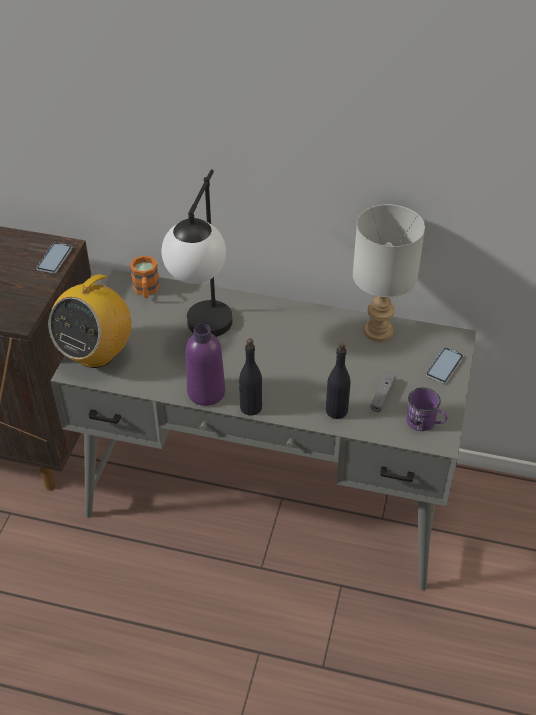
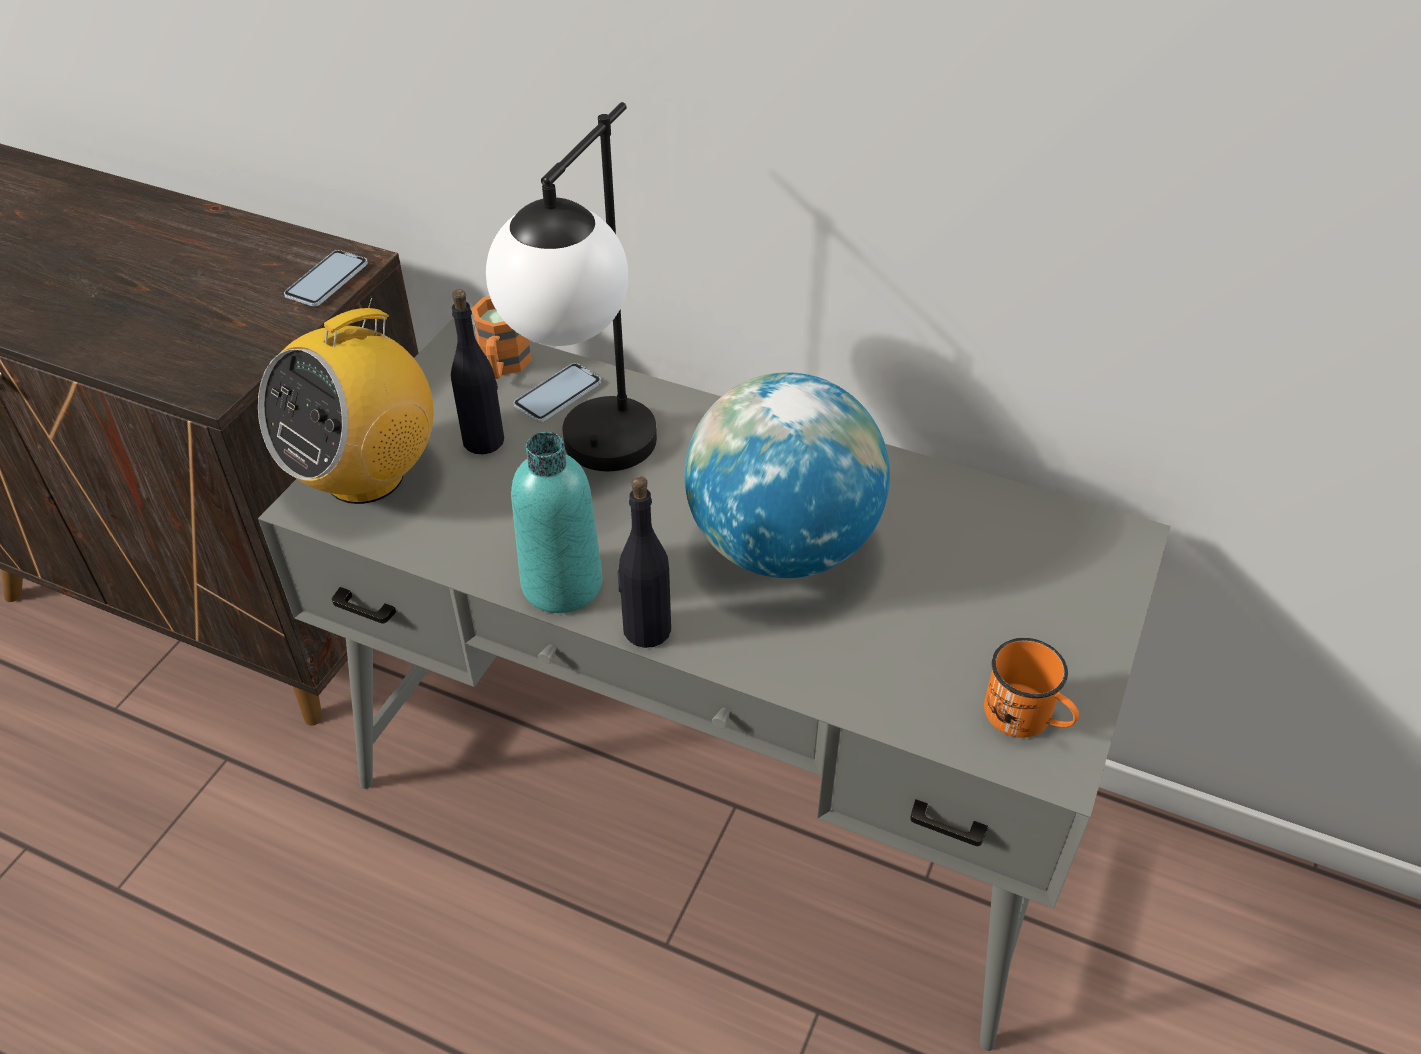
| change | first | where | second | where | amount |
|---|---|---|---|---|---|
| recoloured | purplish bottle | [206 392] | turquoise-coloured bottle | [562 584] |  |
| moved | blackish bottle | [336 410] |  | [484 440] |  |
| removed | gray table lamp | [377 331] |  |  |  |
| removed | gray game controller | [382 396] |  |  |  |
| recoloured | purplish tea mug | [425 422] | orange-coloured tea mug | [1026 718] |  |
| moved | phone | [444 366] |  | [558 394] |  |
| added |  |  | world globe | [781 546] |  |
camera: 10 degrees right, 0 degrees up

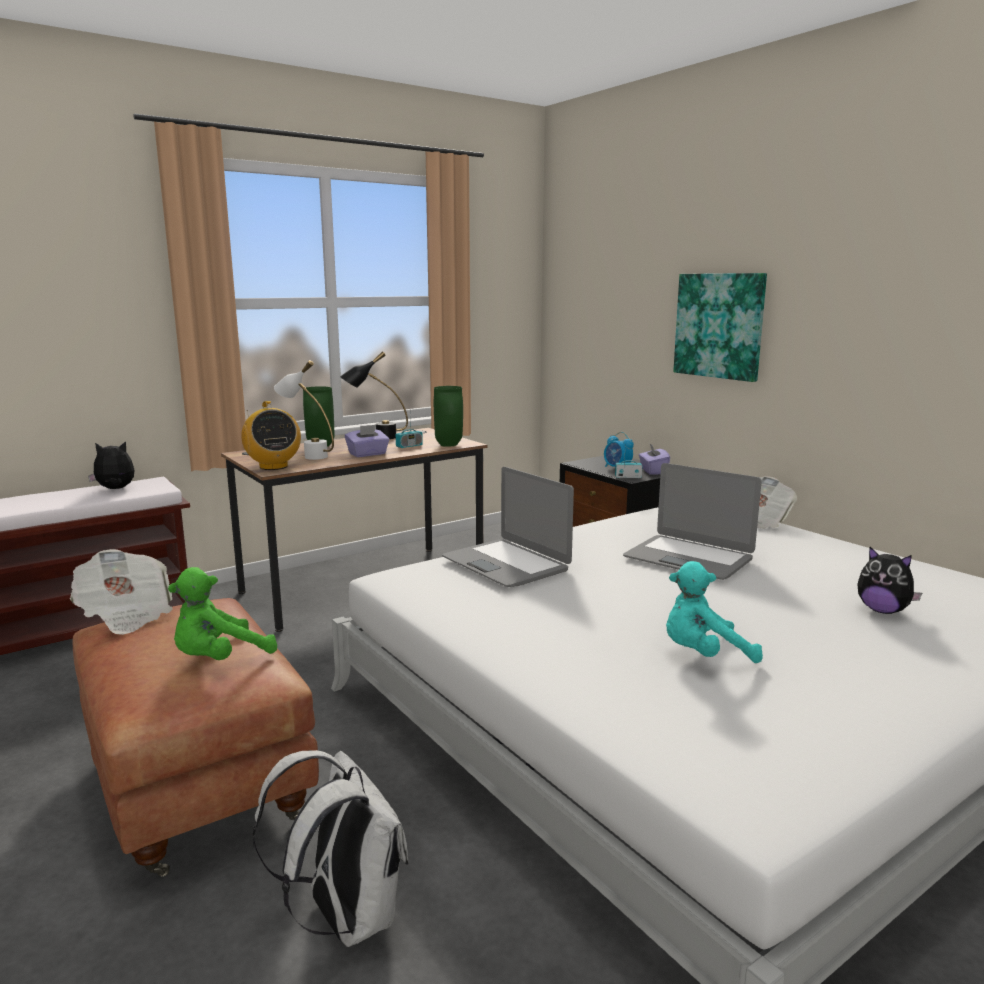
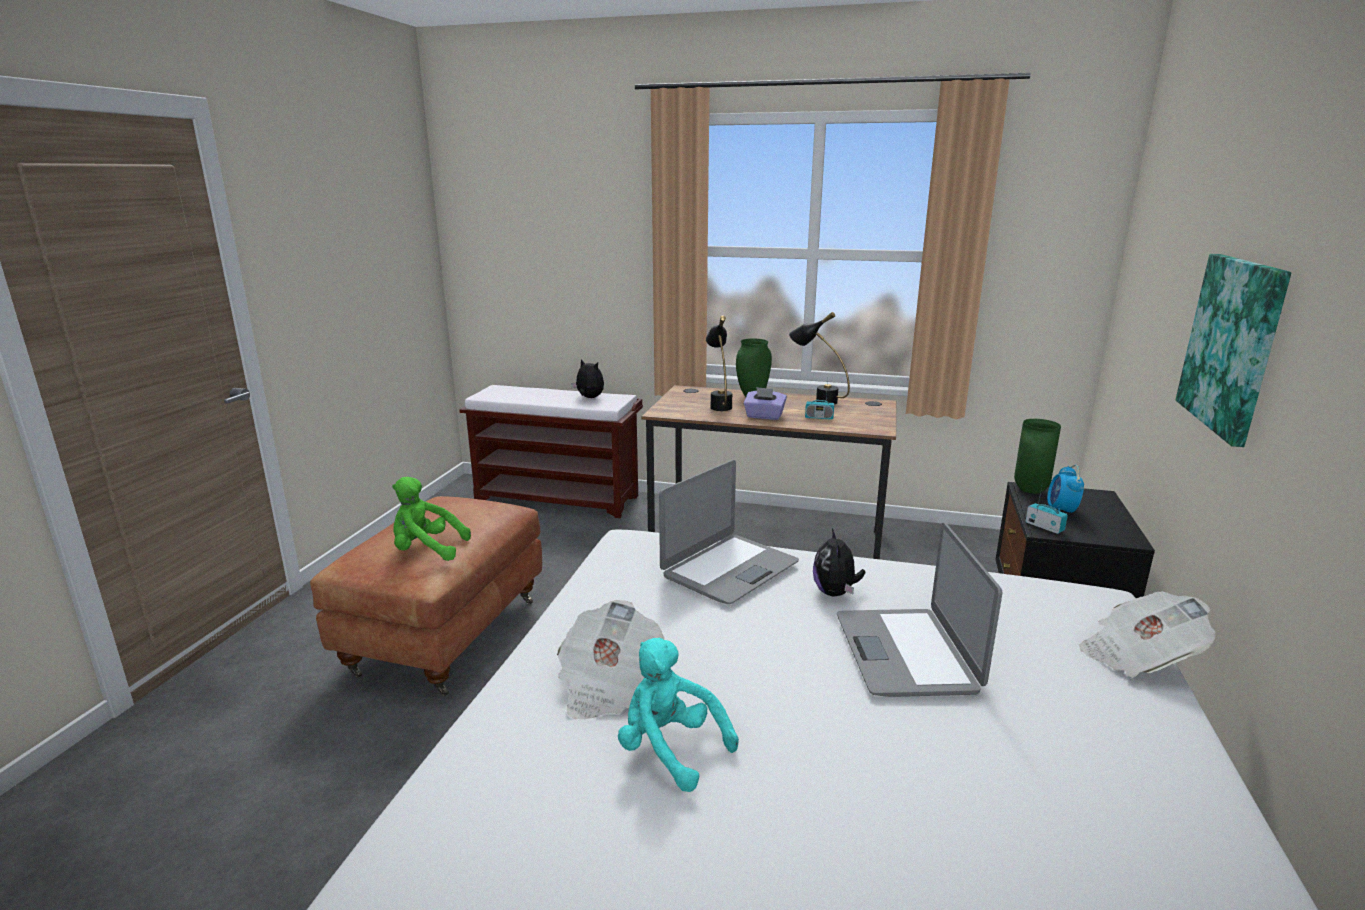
| change | first | where | second | where | amount |
|---|---|---|---|---|---|
| moved | printed paper | [126 614] |  | [608 685] |  |
| removed | radio receiver | [273 466] |  |  |  |
| removed | whitish knapsack | [345 916] |  |  |  |
| recoloured | whitish table lamp | [308 455] | blackish table lamp | [719 404] |  |
| moved | greenish decorative vase | [449 445] |  | [1031 490] |  |
| turned | laptop | [506 564] |  | [729 569] | 150 degrees counterclockwise |
| removed | purplish tissue holder | [653 471] |  |  |  |
| moved | soft toy | [883 610] |  | [835 593] |  |
camera: 50 degrees right, 5 degrees up

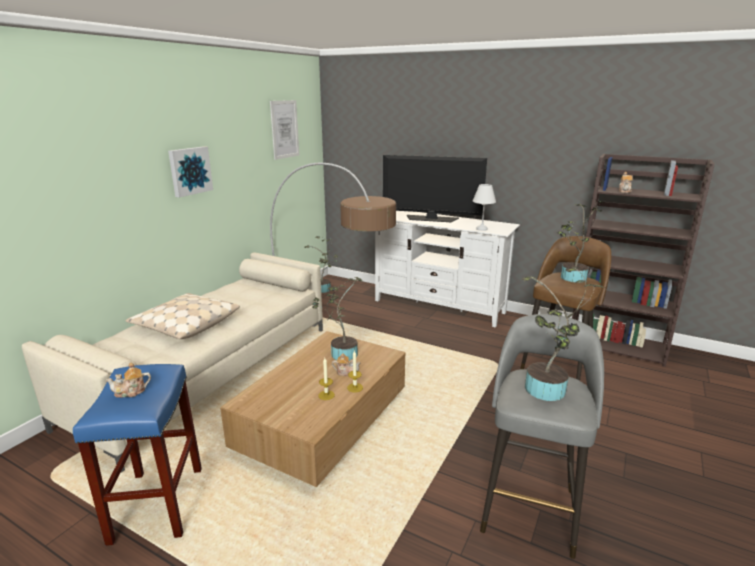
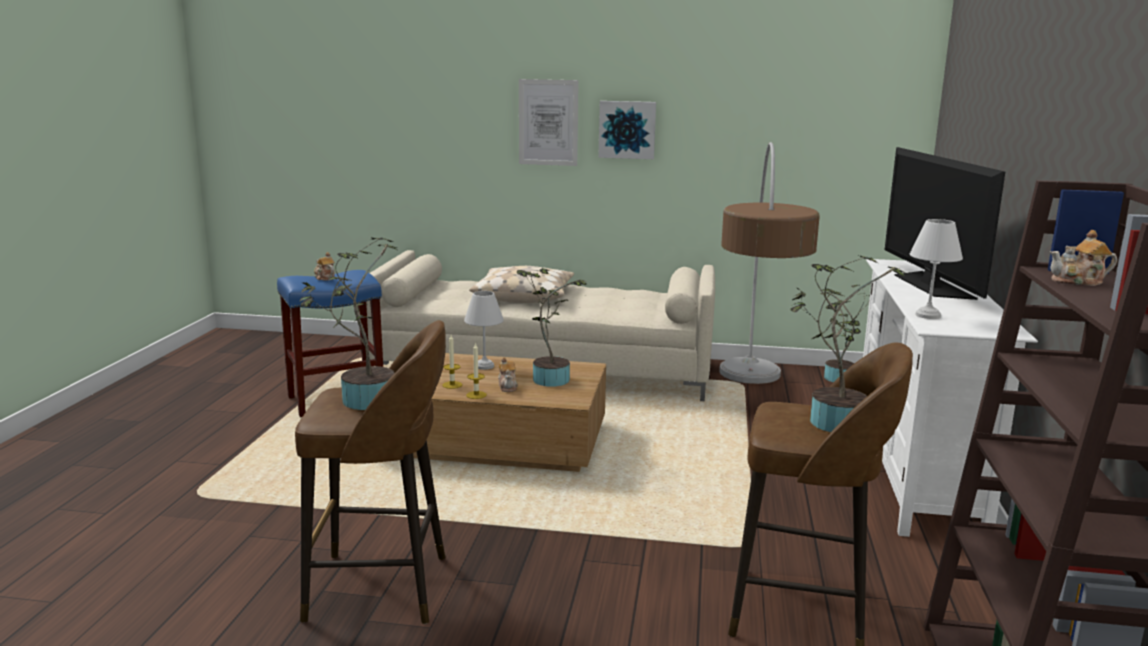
| change | first | where | second | where | amount |
|---|---|---|---|---|---|
| moved | picture | [284 129] |  | [548 122] |  |
| recoloured | gray sitting stool | [529 507] | brown-coloured sitting stool | [383 588] |  |
| added |  |  | whitish table lamp | [485 366] |  |
camera: 70 degrees right, 5 degrees down

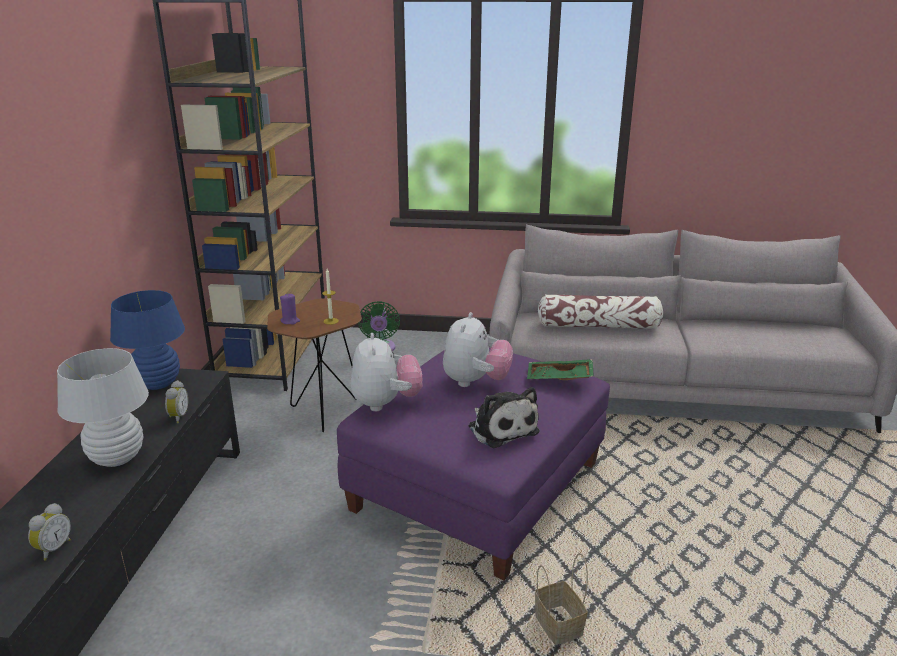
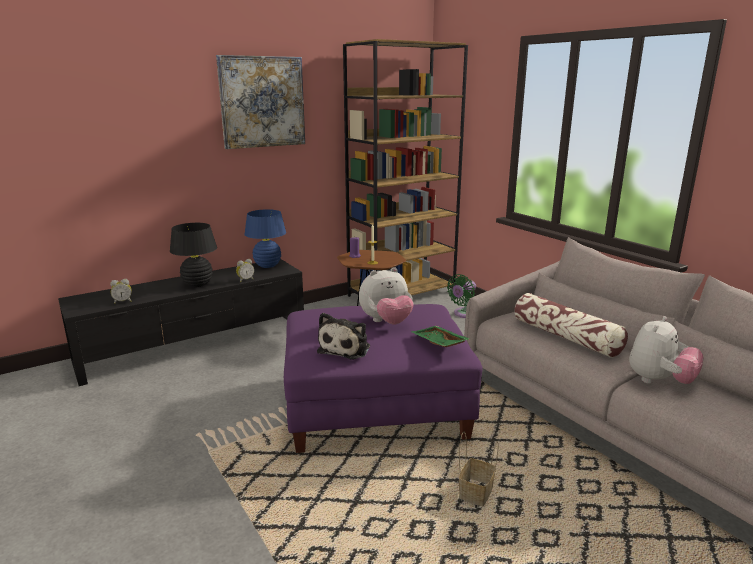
| change | first | where | second | where | amount |
|---|---|---|---|---|---|
| recoloured | whitish table lamp | [117 458] | blackish table lamp | [197 284] |  |
| moved | soft toy | [386 403] |  | [659 381] |  |
| moved | basket | [557 625] |  | [475 492] |  |
| added |  |  | picture | [262 102] |  |
camera: 50 degrees right, 5 degrees down

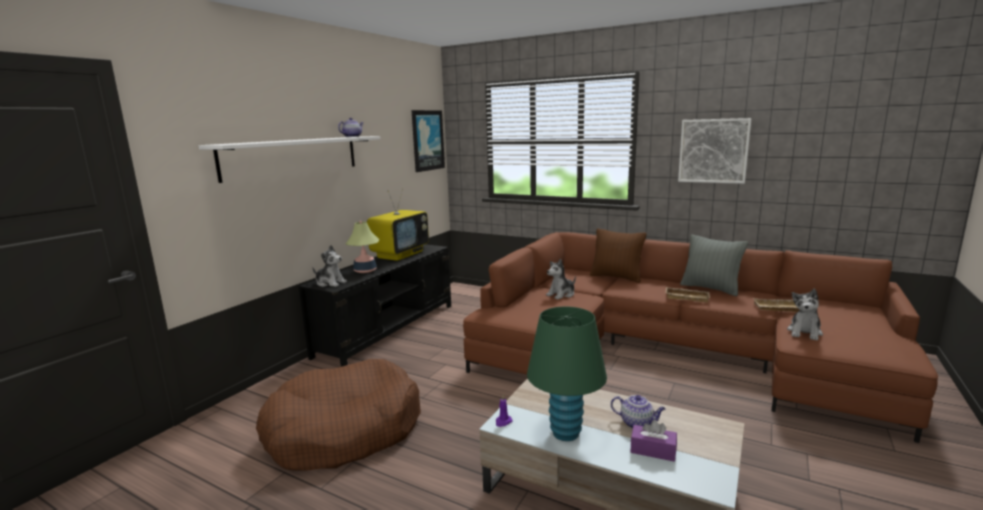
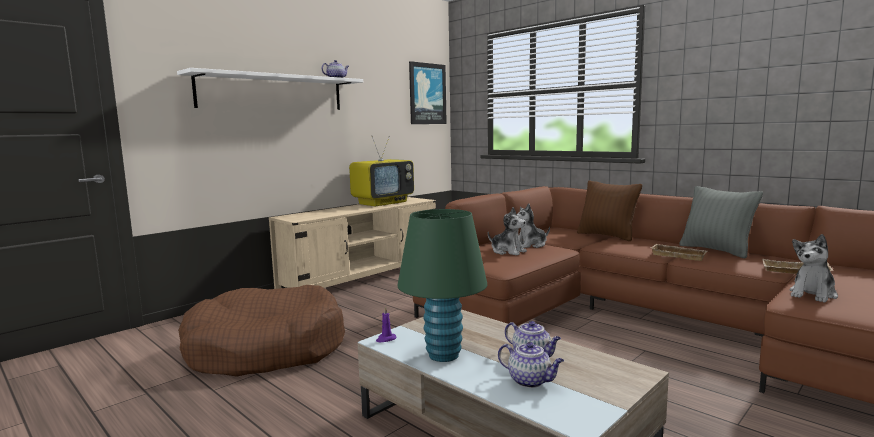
| change | first | where | second | where | amount |
|---|---|---|---|---|---|
| recoloured | blackish tv unit | [388 329] | beige tv unit | [363 277] |  |
| moved | soft toy | [330 283] |  | [507 251] |  |
| removed | table lamp | [365 270] |  |  |  |
| replaced | purplish tissue holder | [653 450] | teapot | [530 381] |  |
| removed | picture | [713 151] |  |  |  |
camera: 15 degrees right, 5 degrees down

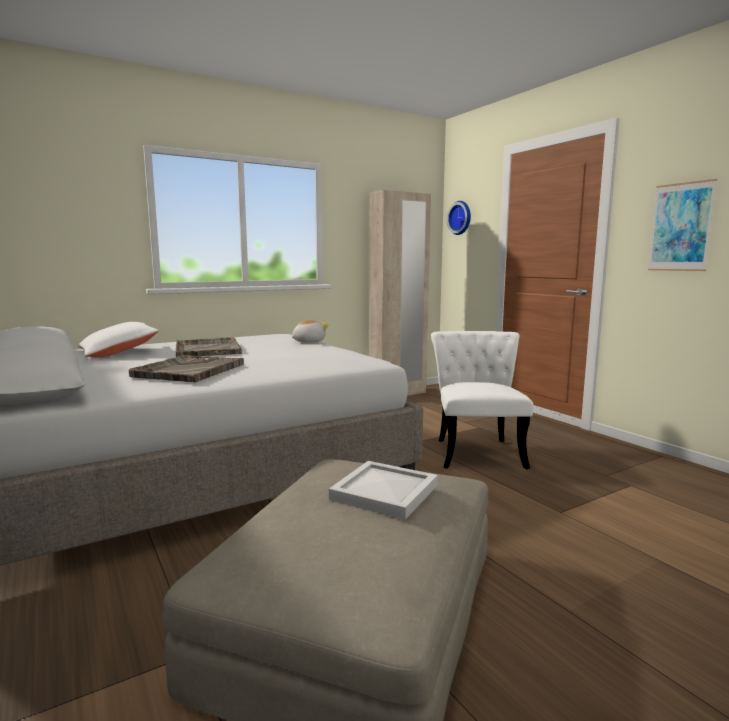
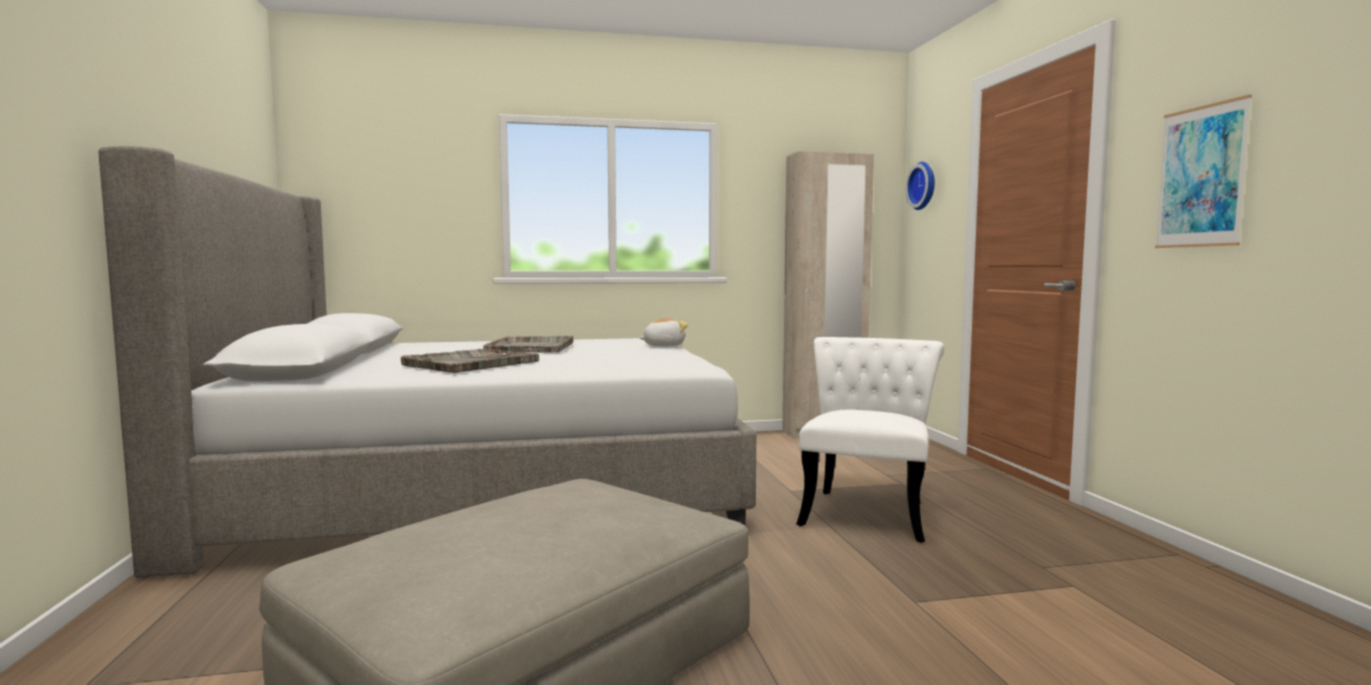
| change | first | where | second | where | amount |
|---|---|---|---|---|---|
| removed | whitish pillow | [118 352] |  |  |  |
| removed | whitish serving tray | [385 493] |  |  |  |
camera: 20 degrees right, 5 degrees down

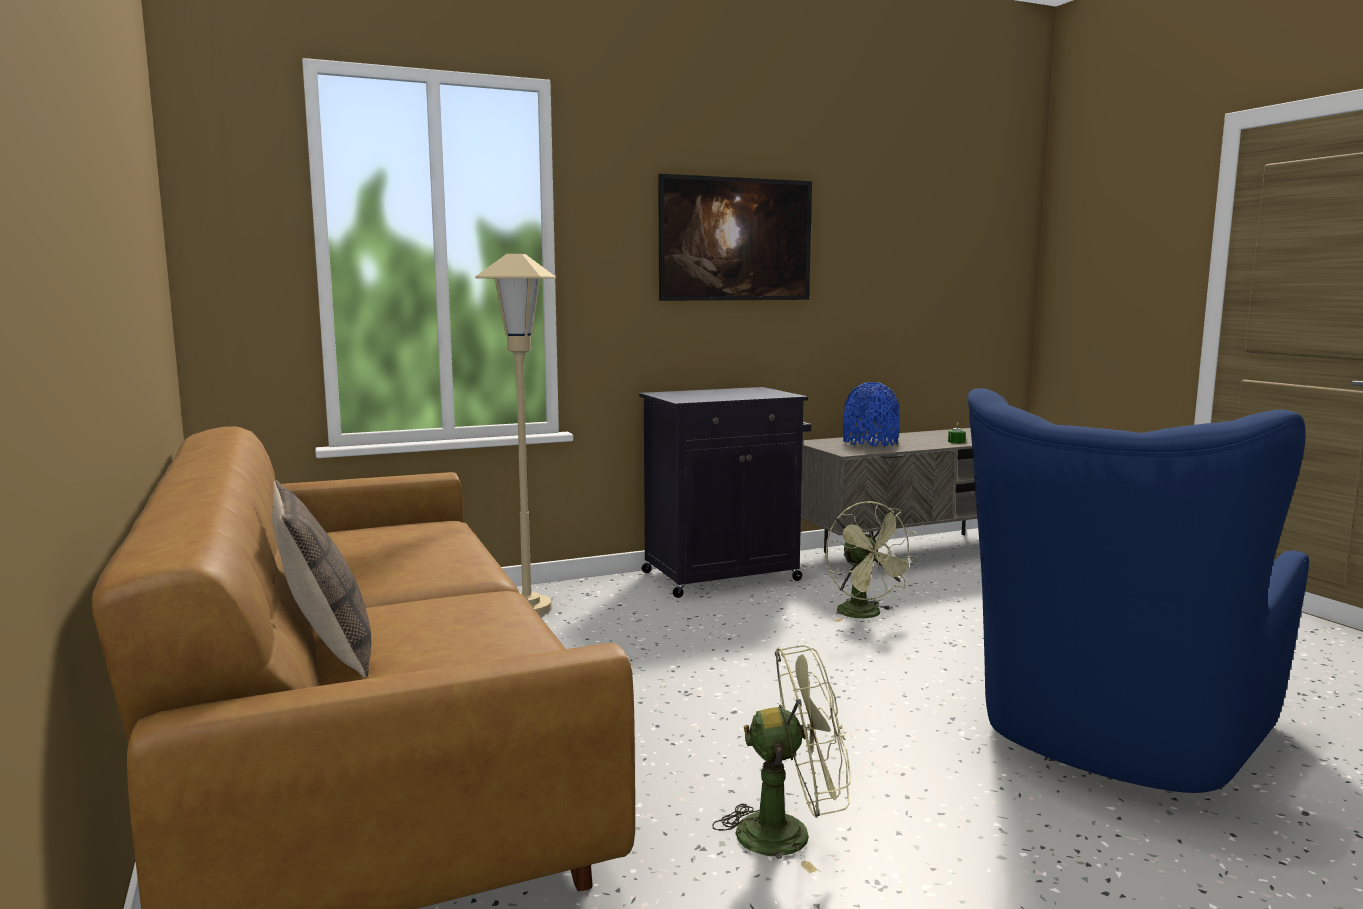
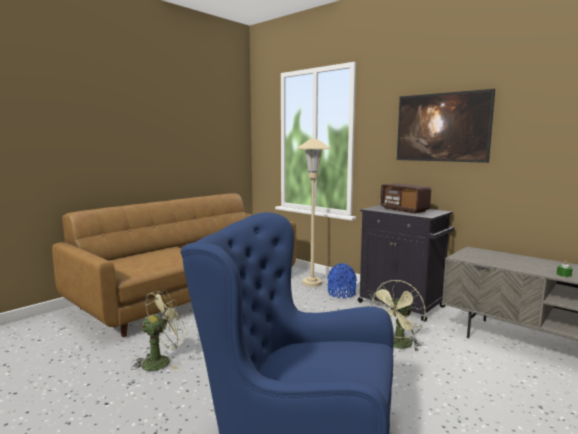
| change | first | where | second | where | amount |
|---|---|---|---|---|---|
| removed | pillow | [326 651] |  |  |  |
| turned | greenish cooling fan | [789 833] |  | [161 361] | 105 degrees counterclockwise |
| moved | bluish decorative vase | [870 442] |  | [341 293] |  |
| added |  |  | radio receiver | [404 210] |  |
camera: 65 degrees right, 0 degrees up

